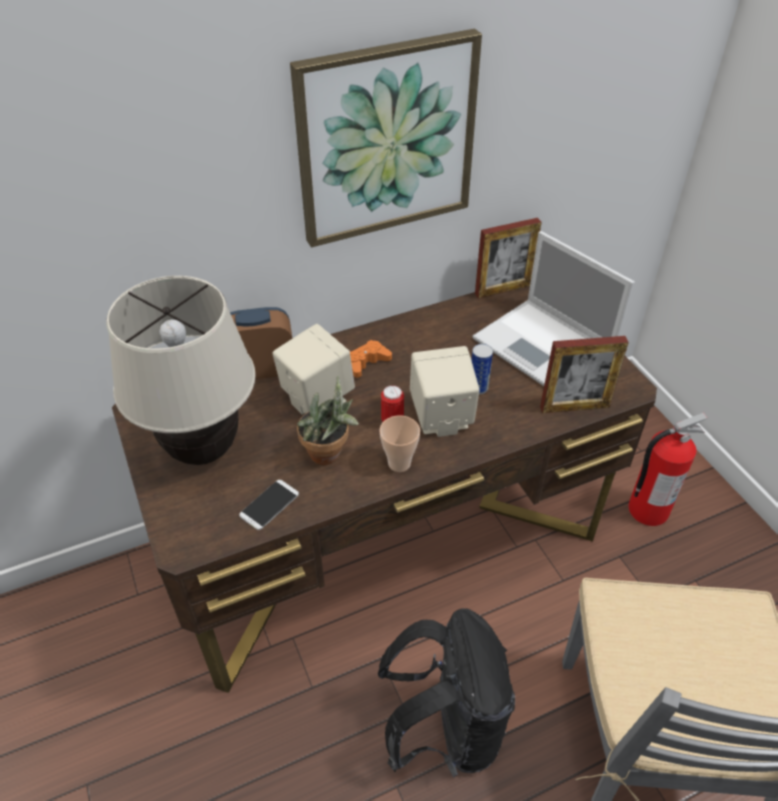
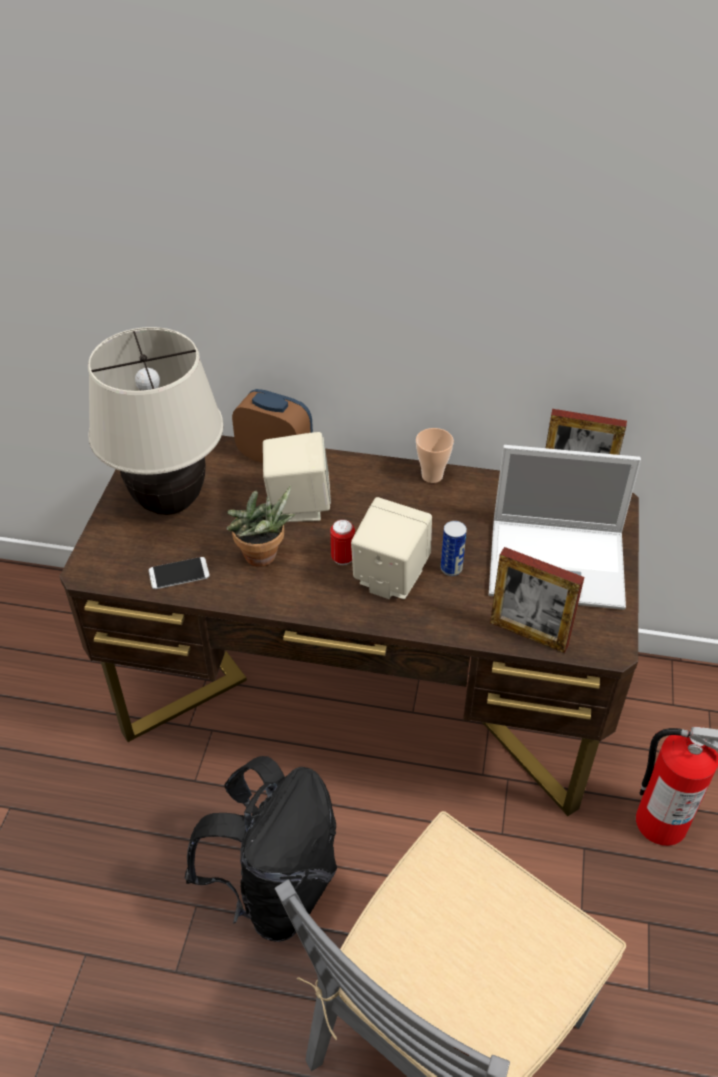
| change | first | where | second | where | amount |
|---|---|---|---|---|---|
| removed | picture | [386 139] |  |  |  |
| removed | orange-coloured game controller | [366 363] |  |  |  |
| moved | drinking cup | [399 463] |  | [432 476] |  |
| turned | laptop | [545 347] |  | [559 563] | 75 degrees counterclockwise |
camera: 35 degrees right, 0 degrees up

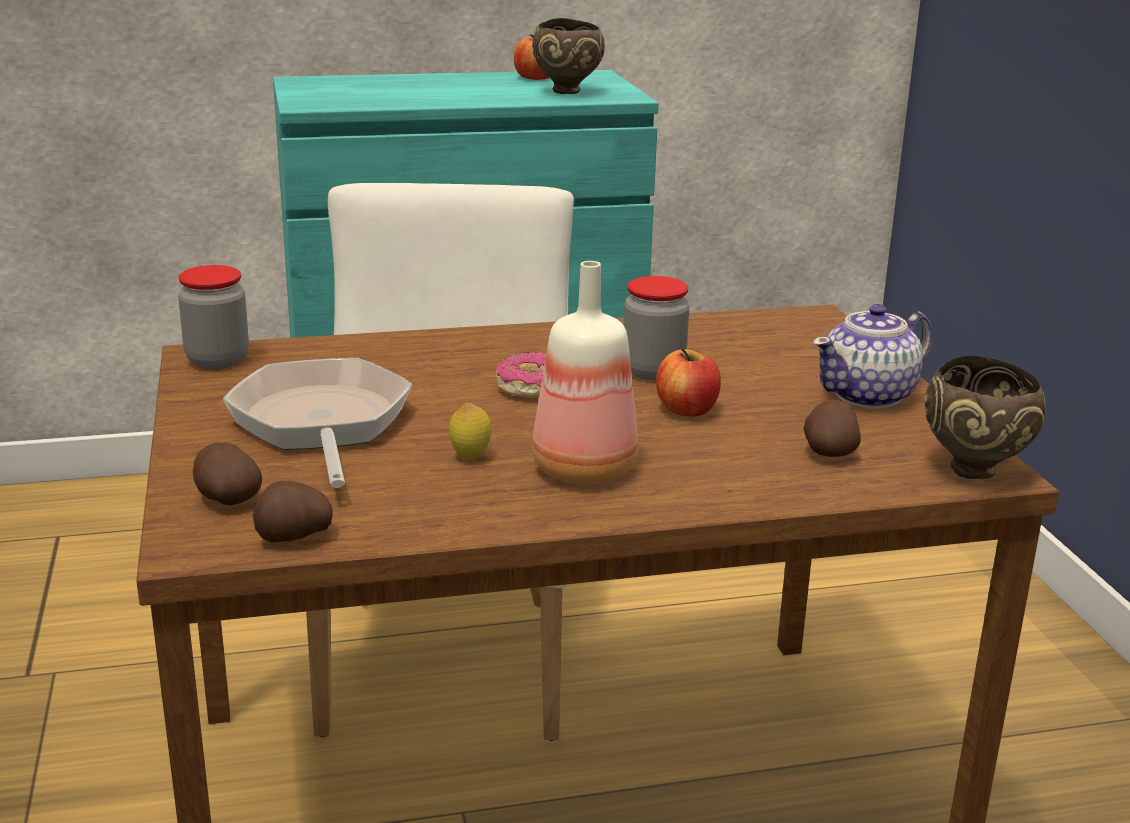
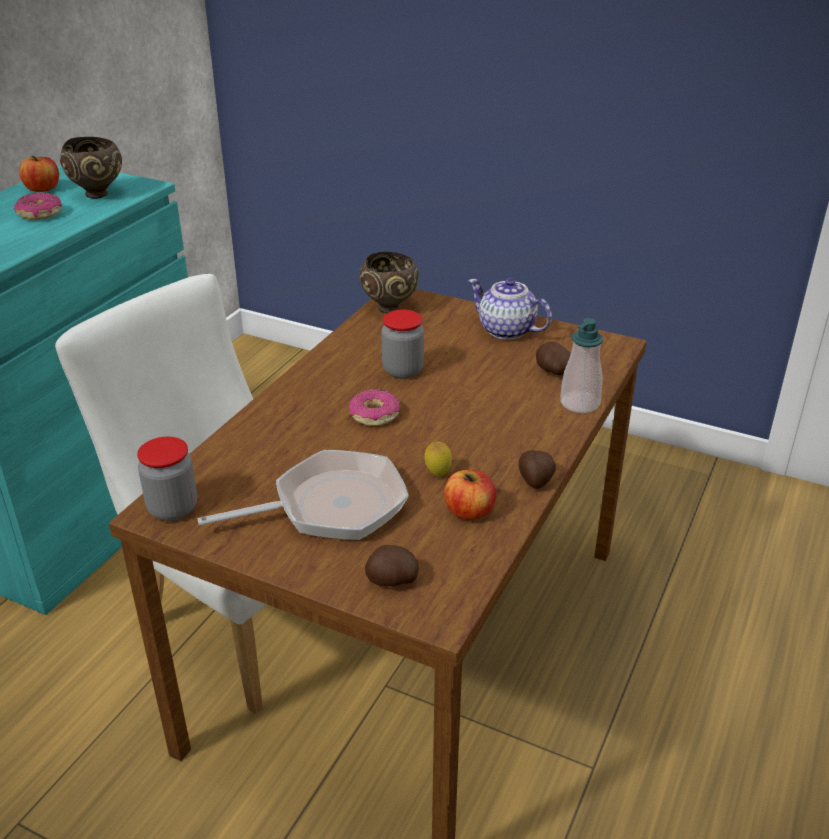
| change | first | where | second | where | amount |
|---|---|---|---|---|---|
| turned | skillet | [321 424] |  | [330 506] | 135 degrees clockwise |
| moved | spud | [293 537] |  | [535 481] |  |
| removed | bottle | [581 468] |  |  |  |
| moved | apple fruit | [687 410] |  | [469 511] |  |
| turned | teapot | [869 395] |  | [507 330] | 120 degrees clockwise |
| moved | brown-coloured bowl | [975 471] |  | [390 308] |  |
| added |  |  | donut | [40 214] |  |
| added |  |  | soap dispenser | [579 403] |  |
camera: 50 degrees left, 10 degrees up

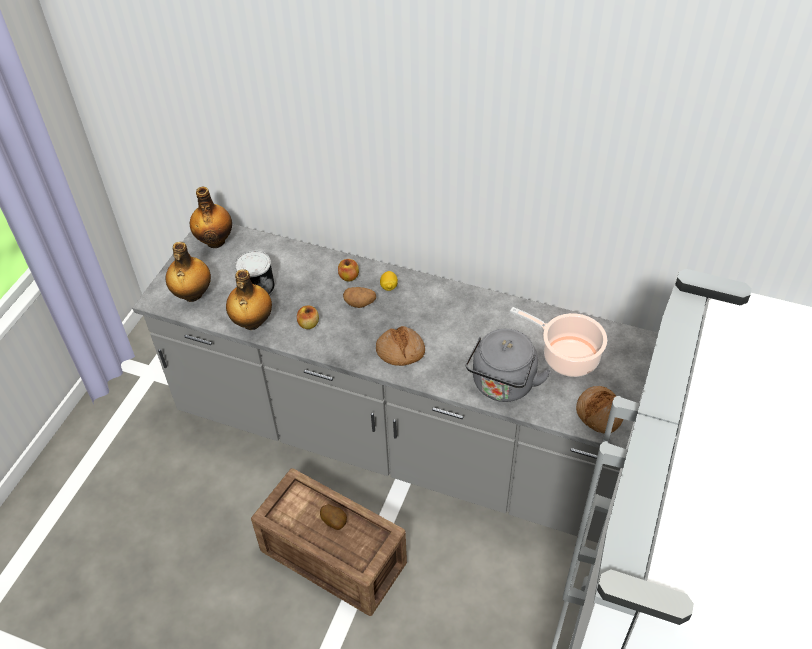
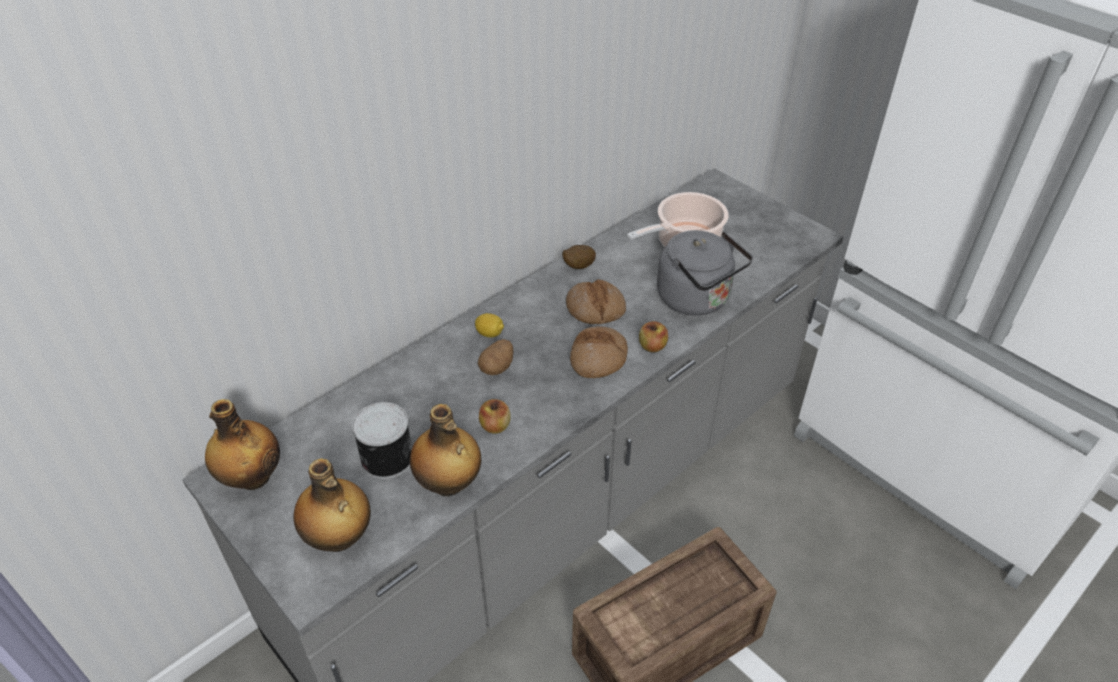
| change | first | where | second | where | amount |
|---|---|---|---|---|---|
| moved | spud | [335 522] |  | [577 266] |  |
| moved | apple fruit | [349 277] |  | [652 346] |  |
| moved | baked bread | [599 413] |  | [595 309] |  |
camera: 65 degrees left, 5 degrees down

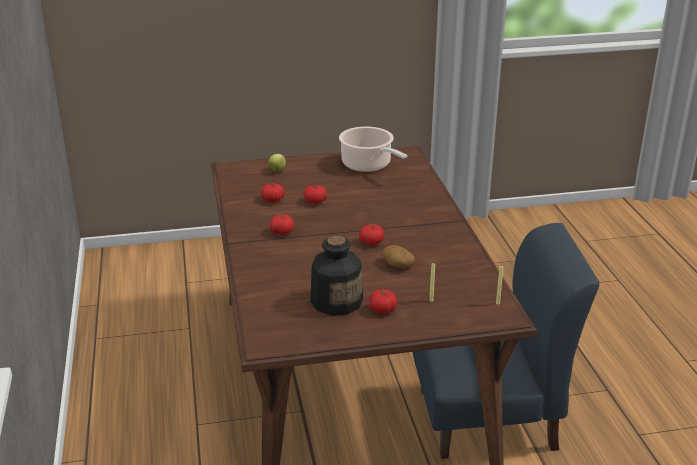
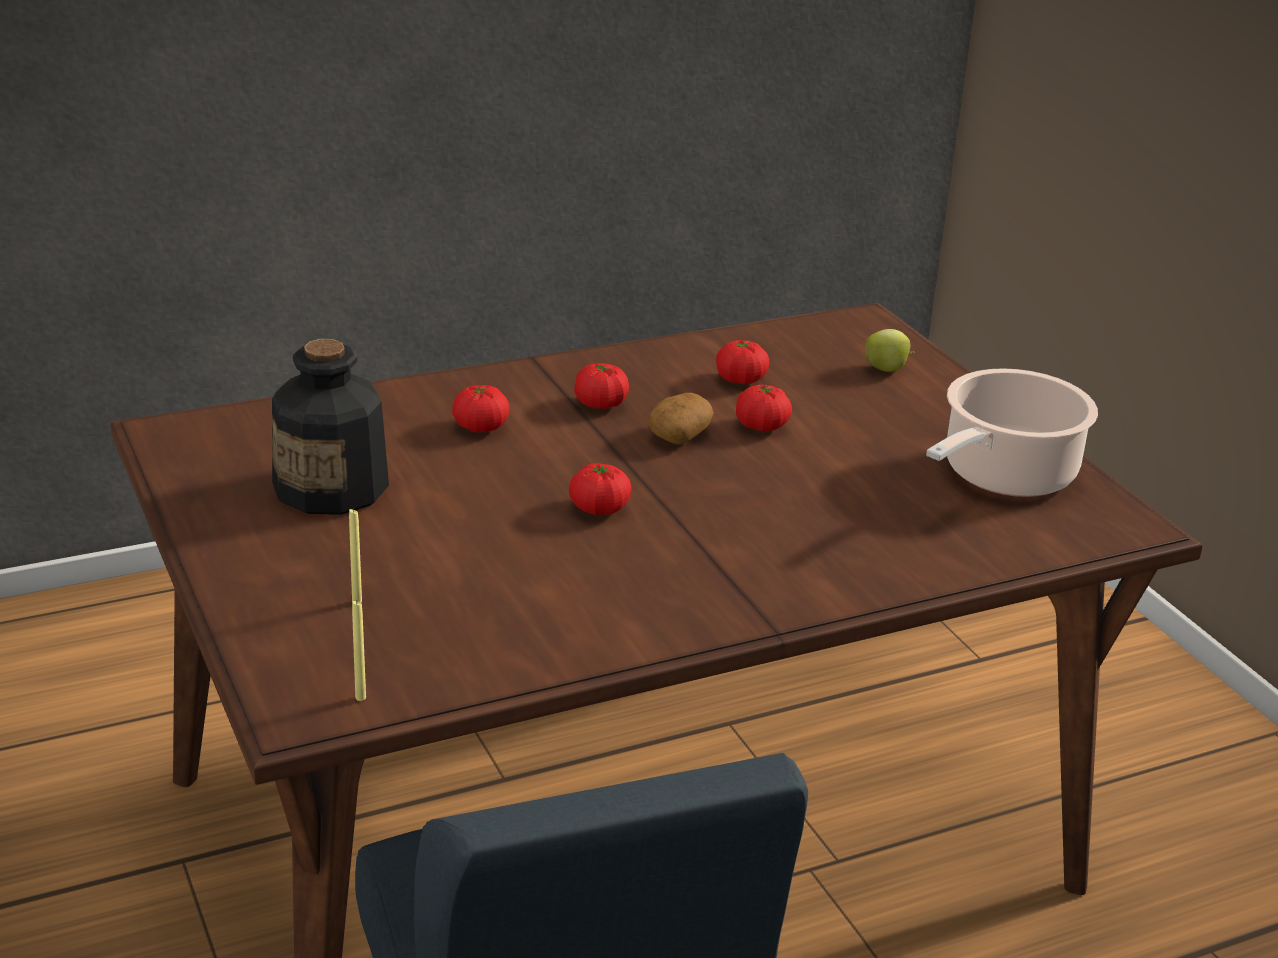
| change | first | where | second | where | amount |
|---|---|---|---|---|---|
| moved | fresh tomato | [382 310] |  | [480 427] |  |
| moved | spud | [397 264] |  | [679 435] |  |
camera: 75 degrees right, 0 degrees up

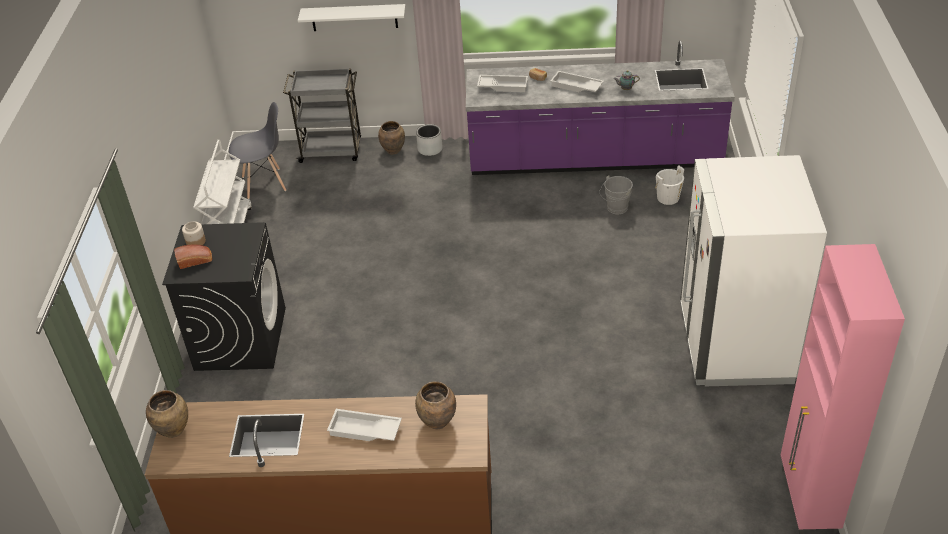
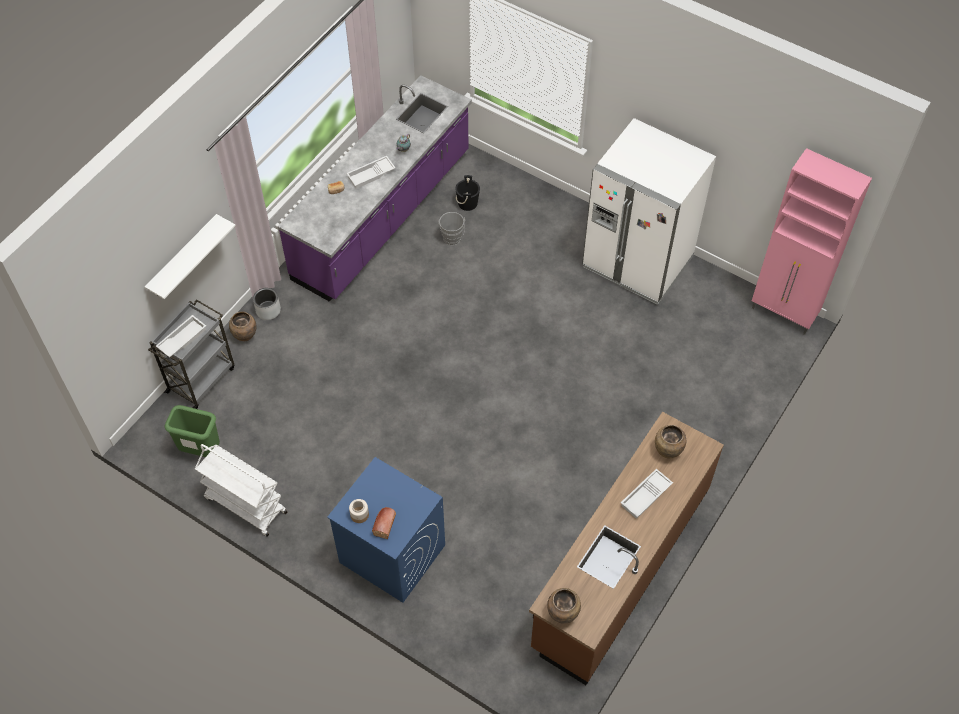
| change | first | where | second | where | amount |
|---|---|---|---|---|---|
| recoloured | blackish laundry machine | [240 338] | bluish laundry machine | [391 553] |  |
| replaced | gray plain chair | [264 183] | greenish rubbish bin | [201 450] |  |
| moved | whitish serving tray | [503 86] |  | [182 338] |  |
| recoloured | whitish pail | [668 198] | blackish pail | [467 203] |  |
camera: 60 degrees left, 15 degrees up

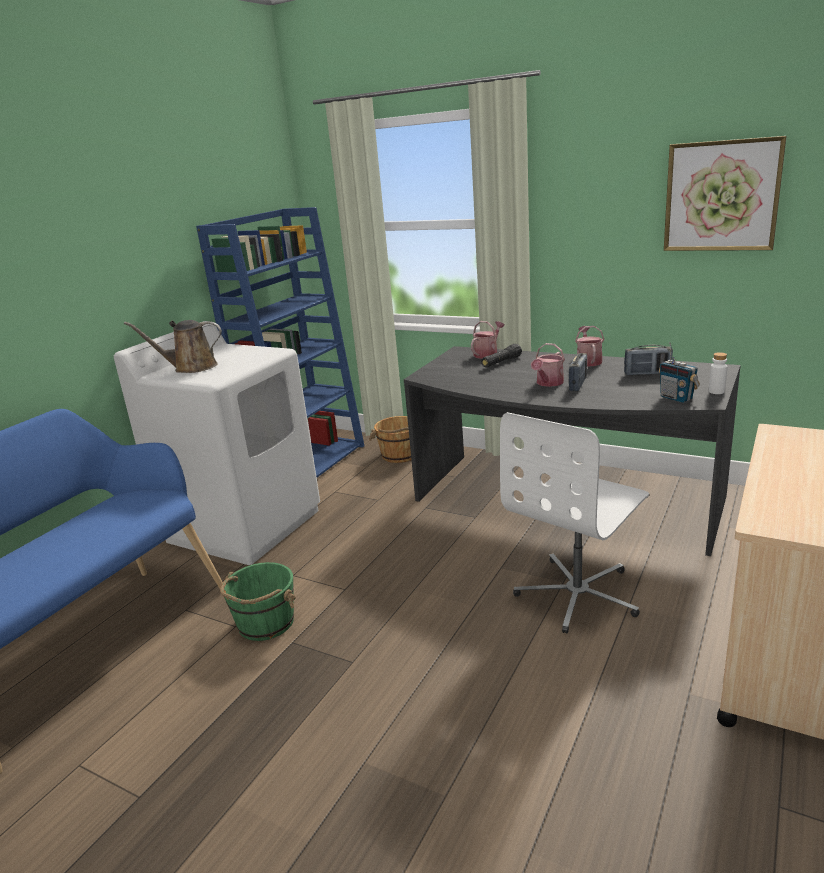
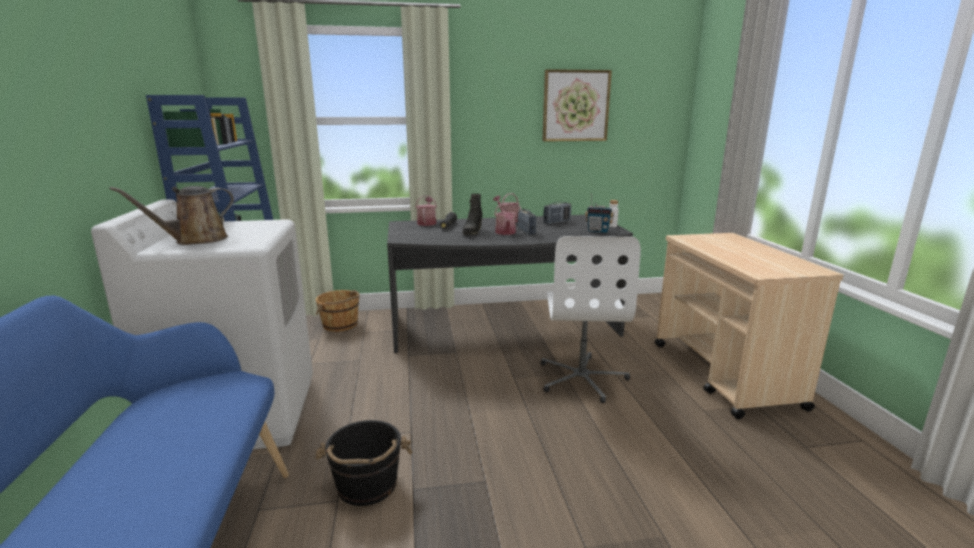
| change | first | where | second | where | amount |
|---|---|---|---|---|---|
| recoloured | greenish pail | [265 623] | blackish pail | [367 486] |  |
| added |  |  | blackish high-top boot | [472 232] |  |
camera: 40 degrees left, 5 degrees down

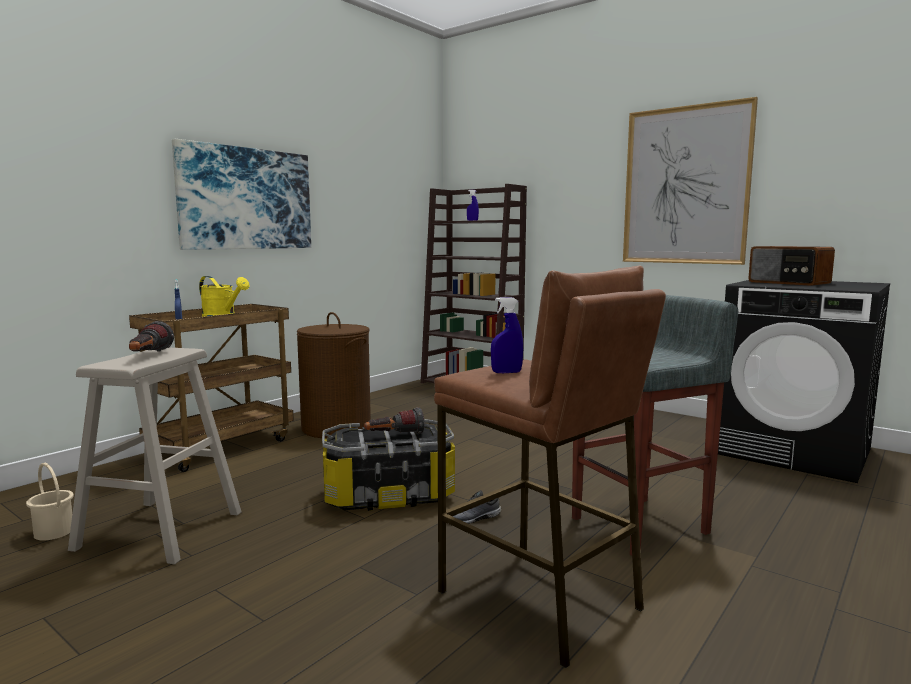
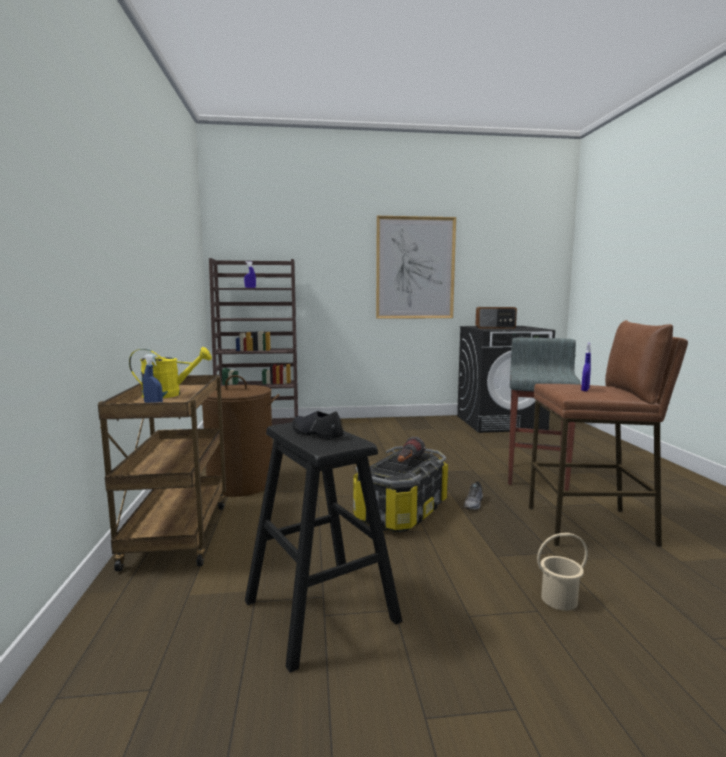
| change | first | where | second | where | amount |
|---|---|---|---|---|---|
| moved | beige pail | [53 532] |  | [559 600] |  |
| recoloured | beige sitting stool | [160 530] | blackish sitting stool | [320 611] |  |
| replaced | hand torch | [148 356] | blackish shoe | [316 433] |  |
| removed | picture | [246 199] |  |  |  |
camera: 45 degrees left, 0 degrees up

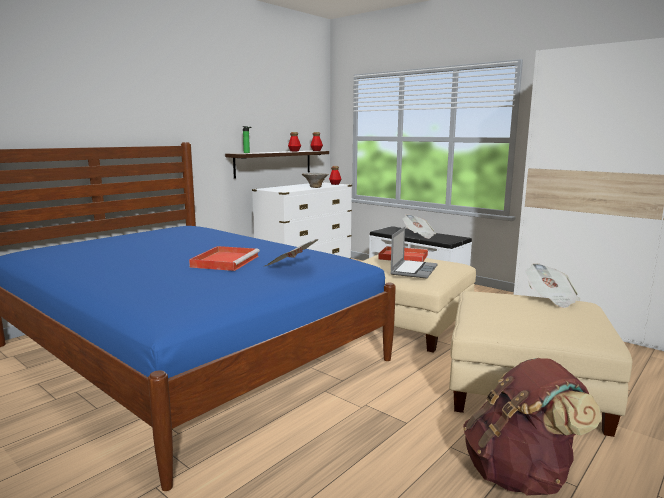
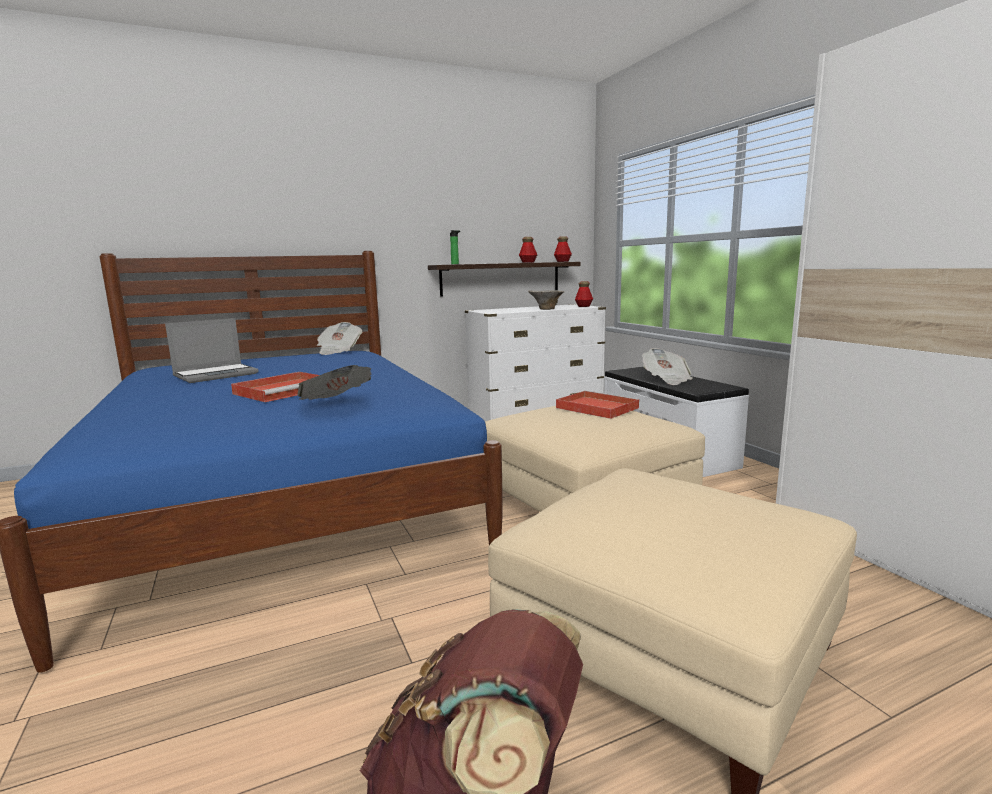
| change | first | where | second | where | amount |
|---|---|---|---|---|---|
| moved | laptop | [413 270] |  | [216 375] |  |
| moved | printed paper | [550 299] |  | [338 351] |  |
camera: 25 degrees right, 0 degrees up

